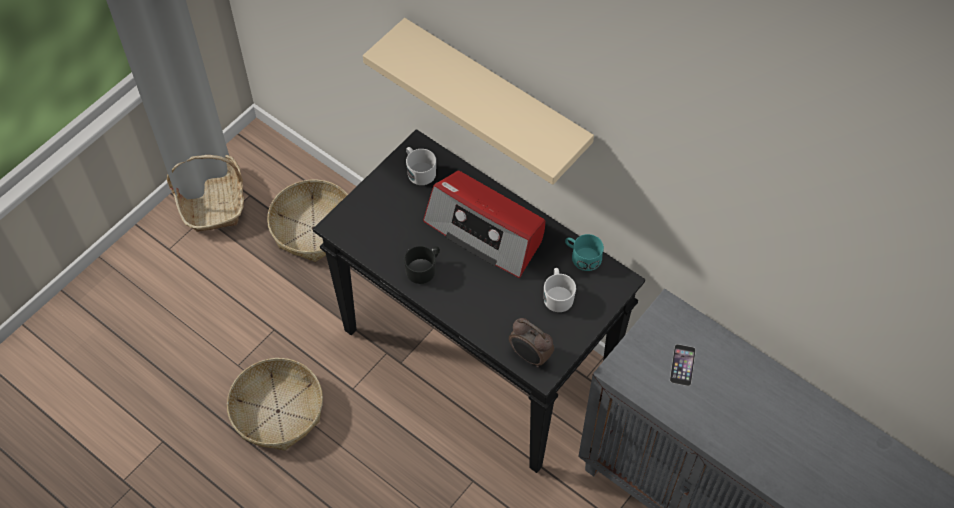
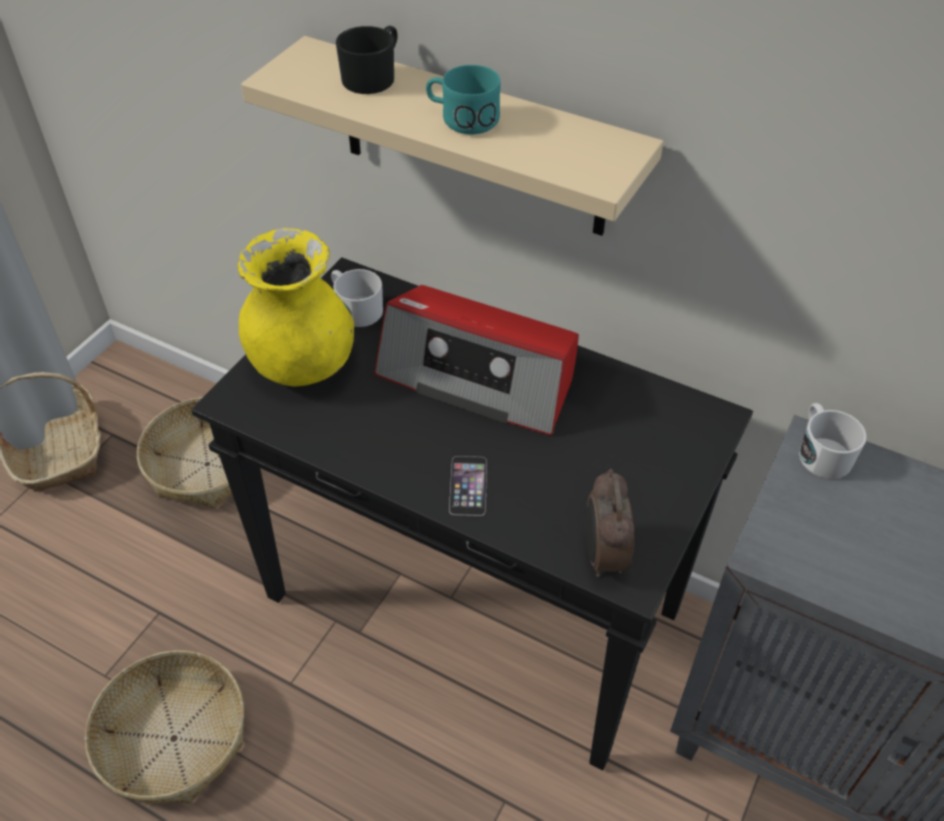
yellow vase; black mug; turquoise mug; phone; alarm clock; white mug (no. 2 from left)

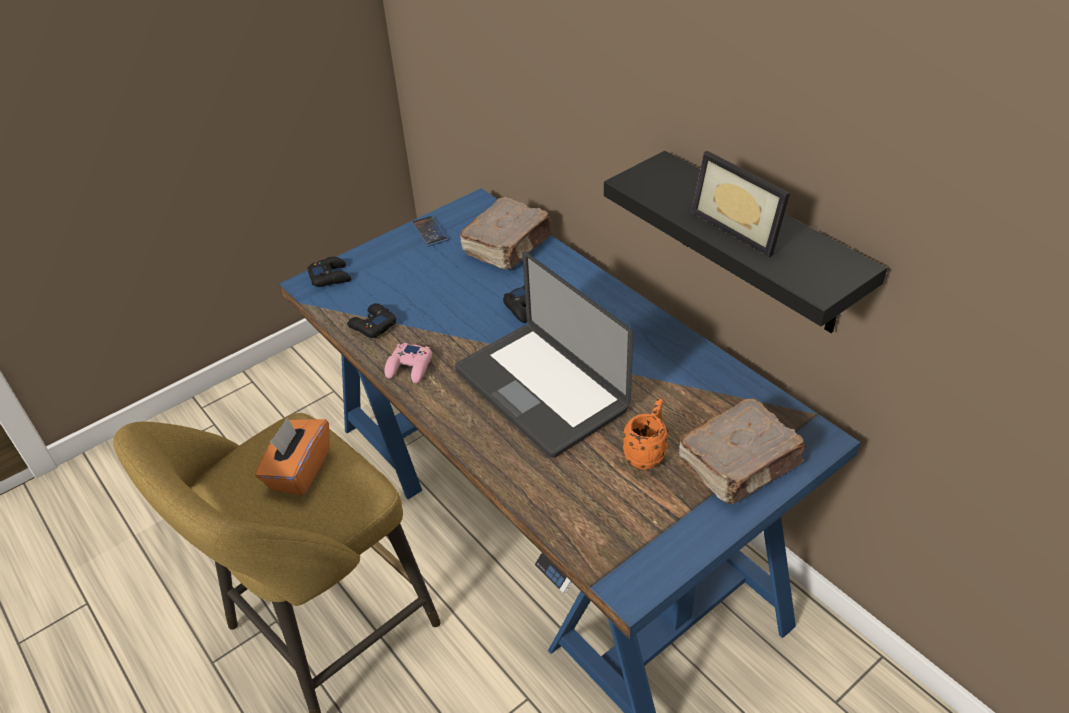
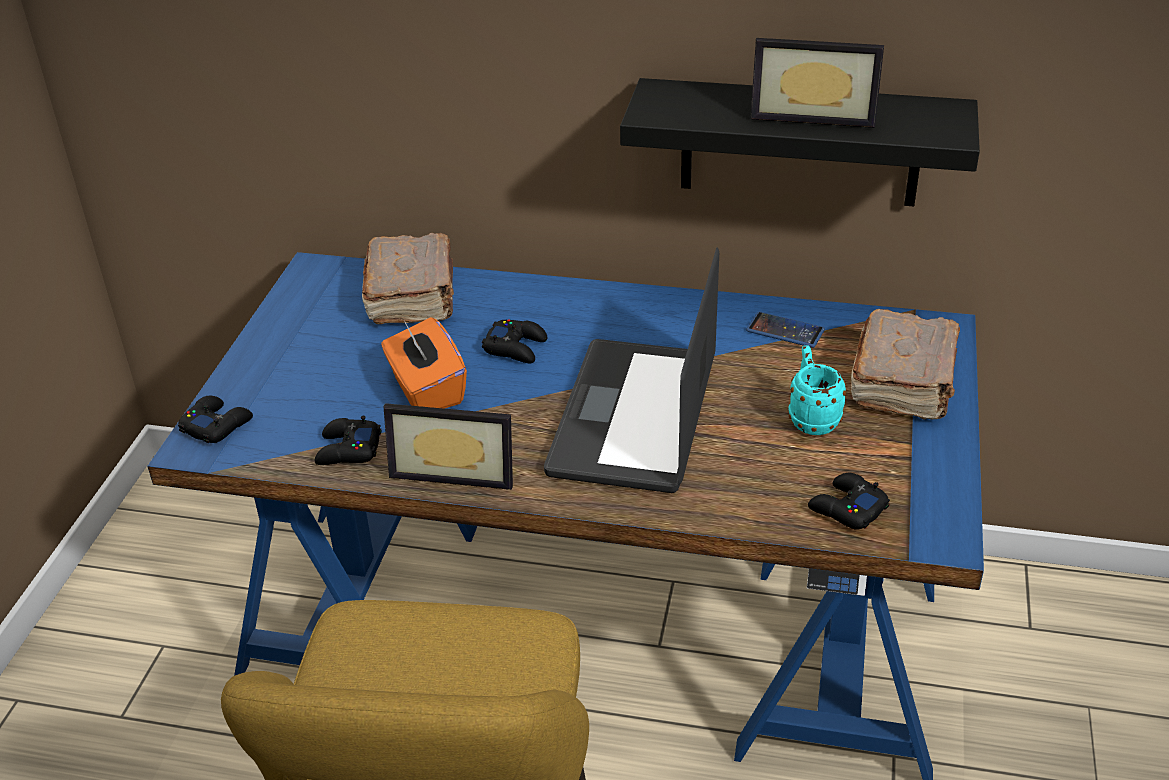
orange tissue box; picture frame (no. 1 from left); laptop; phone; turquoise mug; black game controller (no. 4 from left)

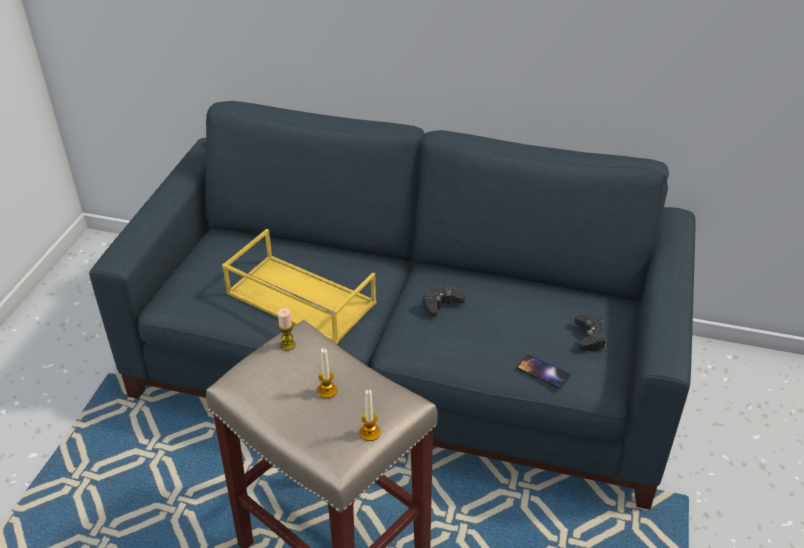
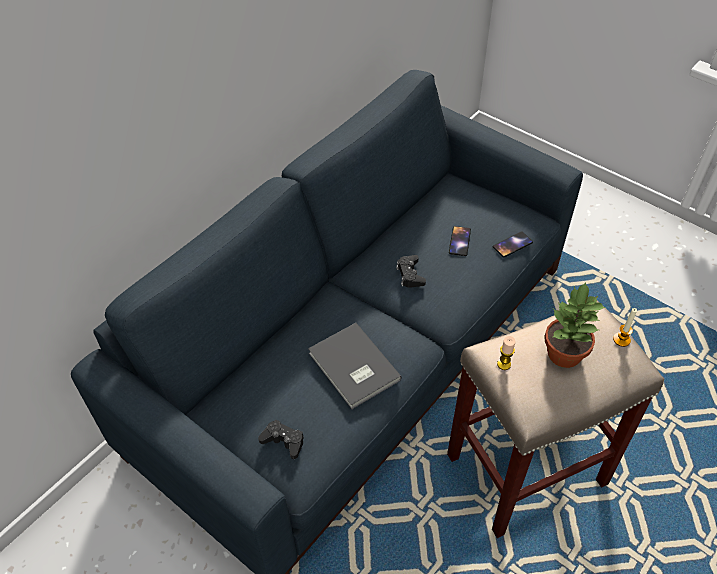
black game controller (no. 1 from left); grey book; phone (no. 1 from left); potted plant

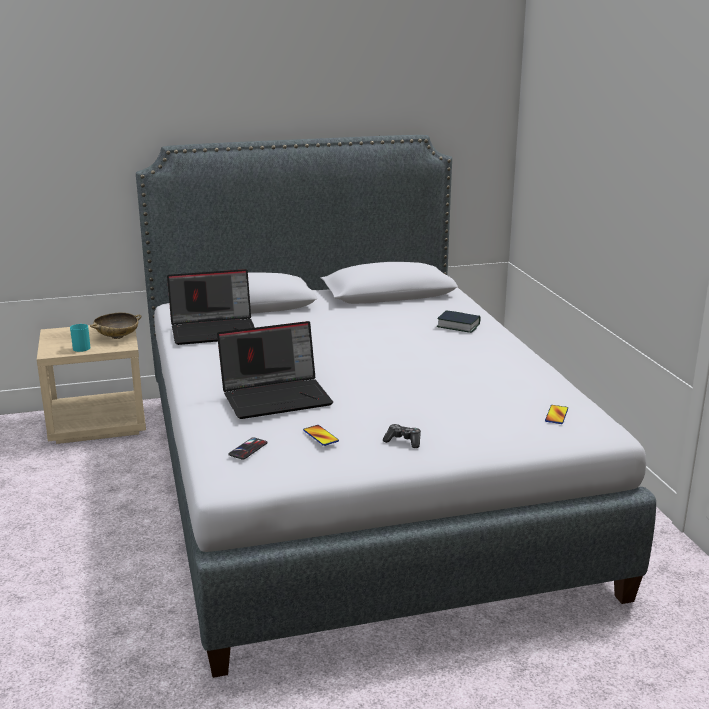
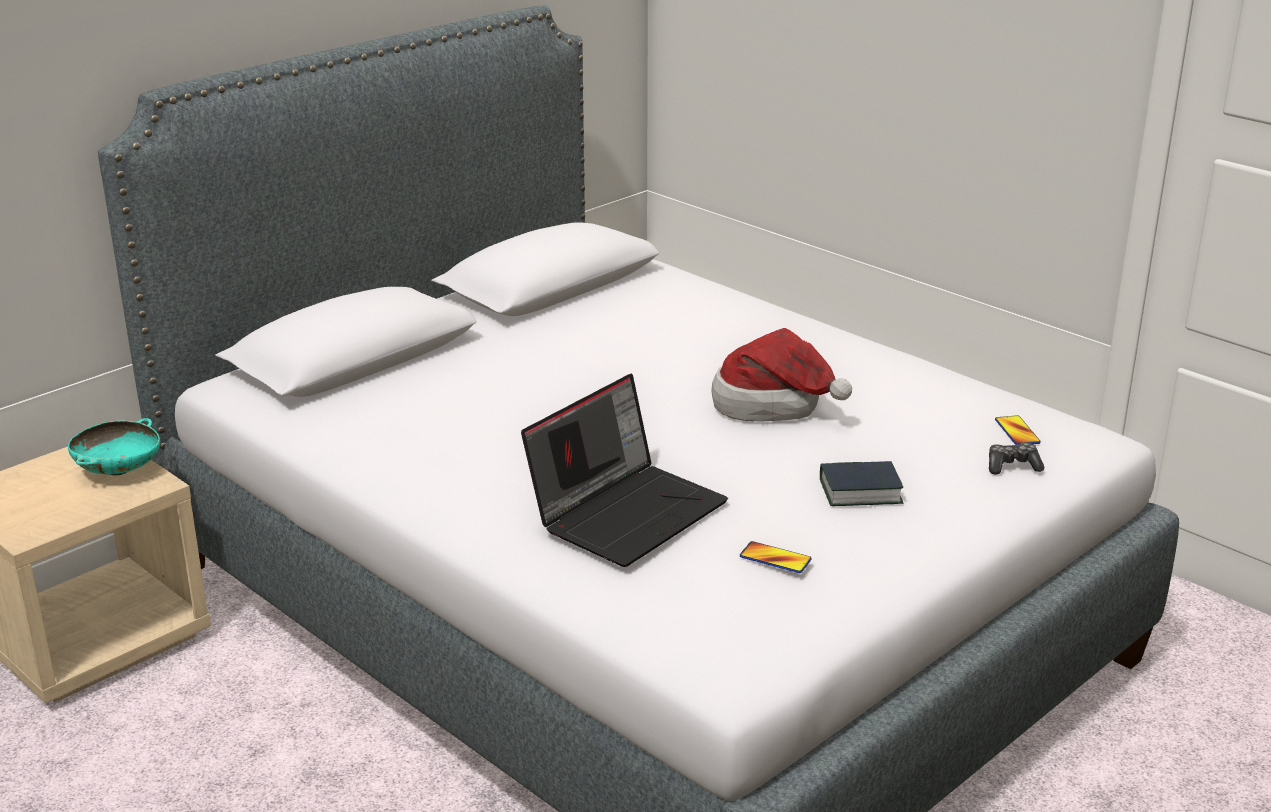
turquoise bowl; hat; book; game controller; turquoise mug; laptop (no. 1 from left in the first image); phone (no. 1 from left in the first image)

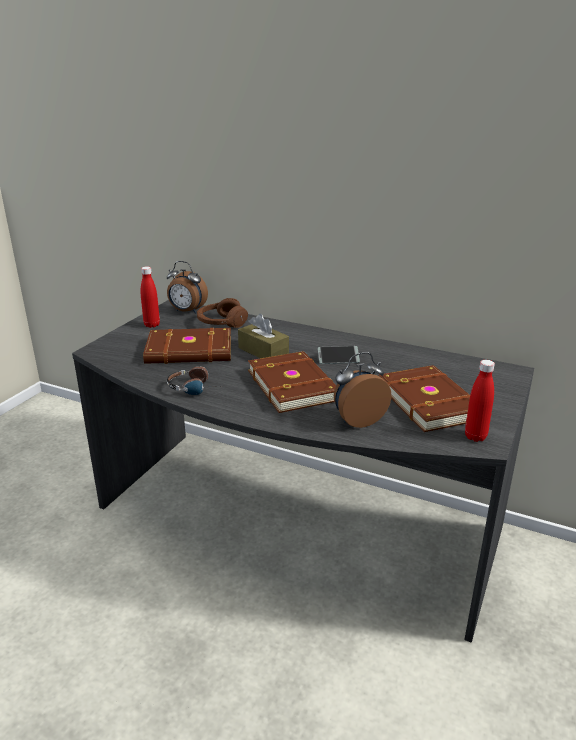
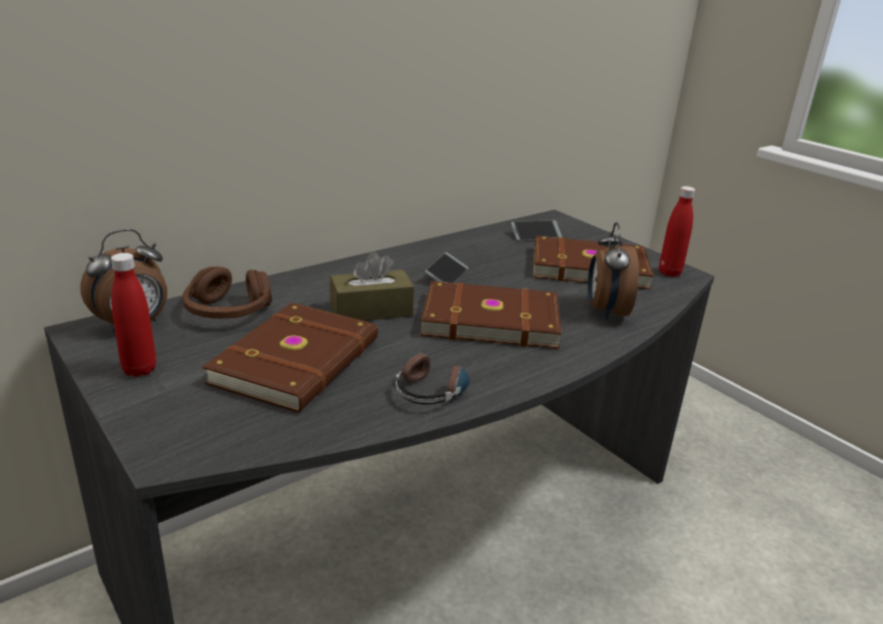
phone (no. 2 from left)

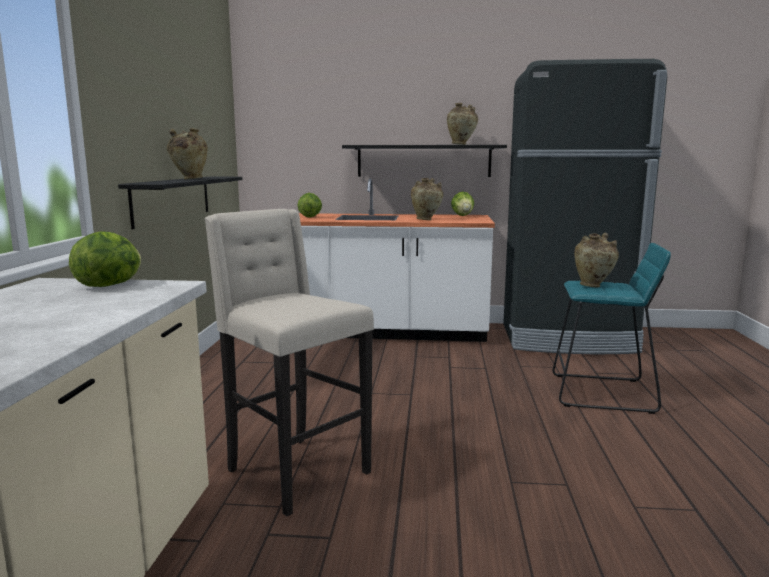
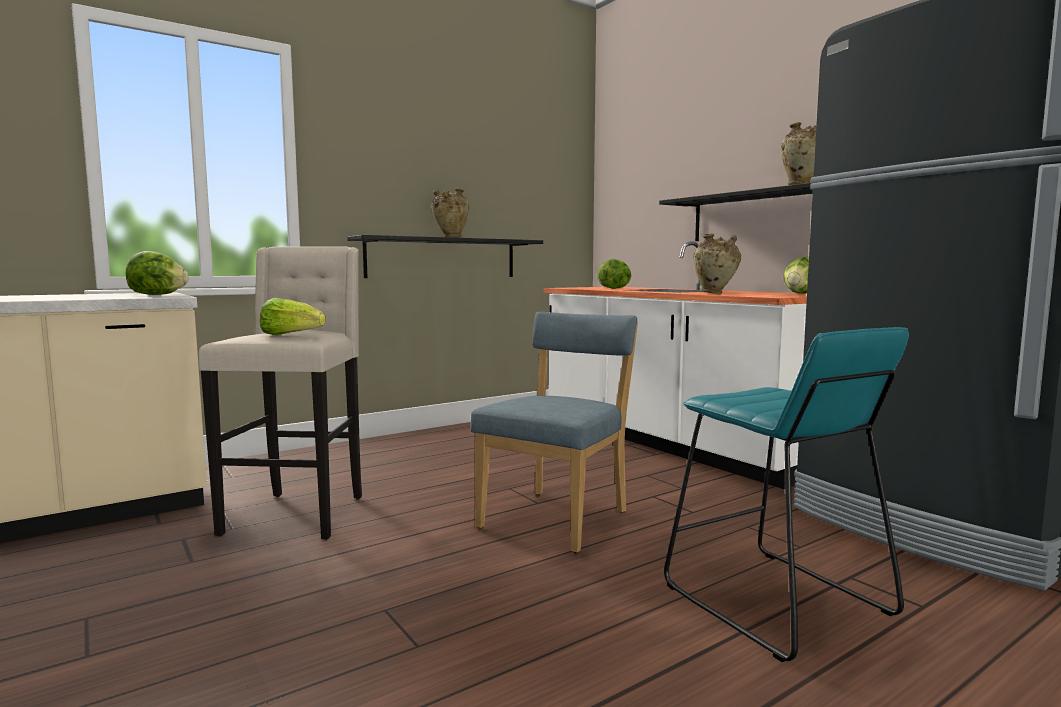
lettuce (no. 2 from left); blue chair; beige vase (no. 4 from left in the first image)

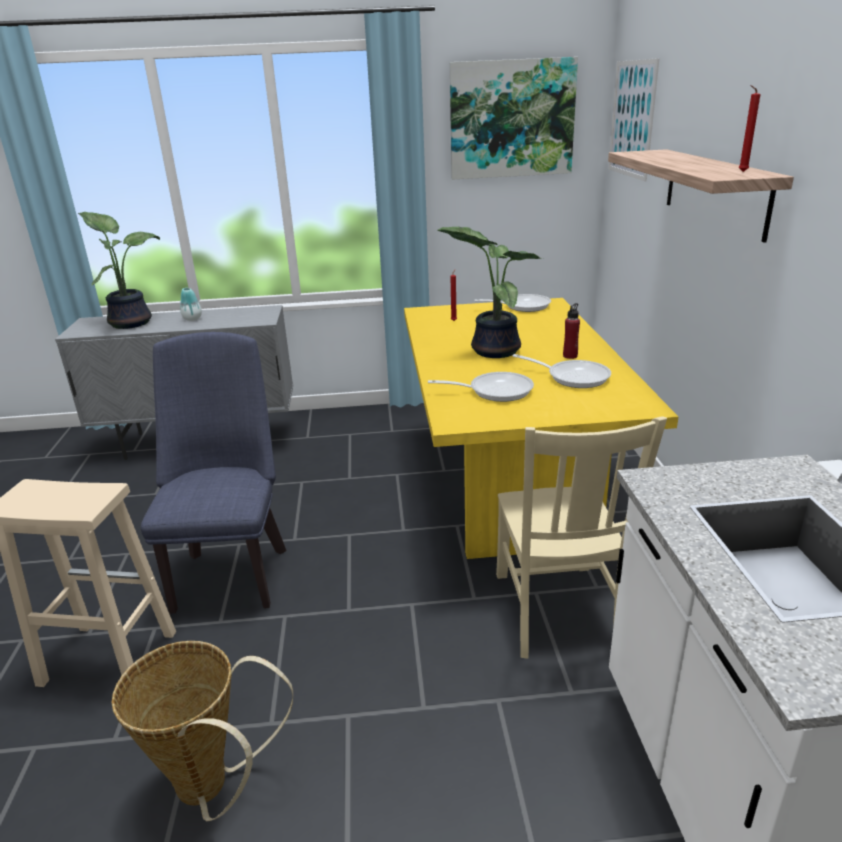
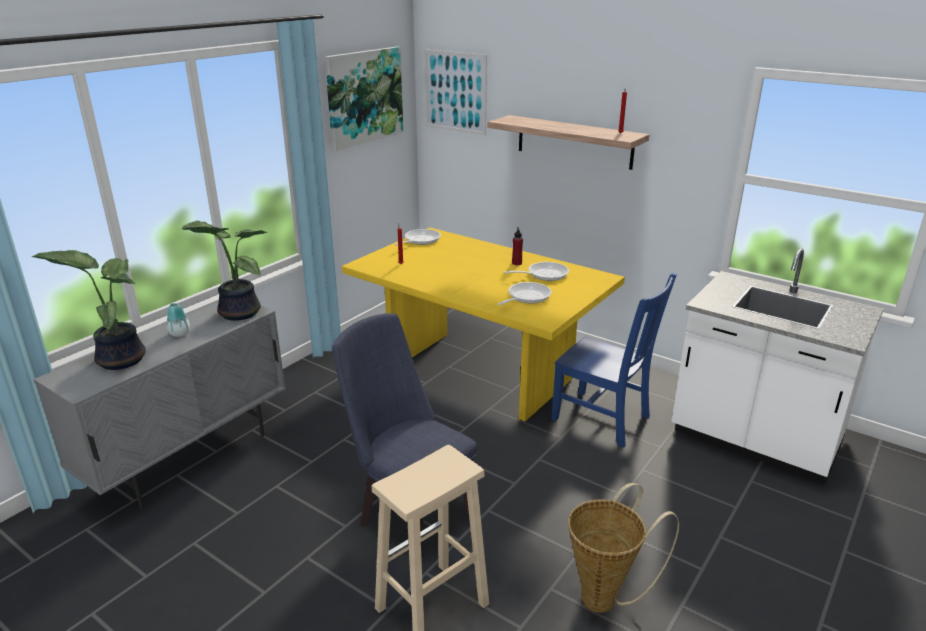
potted plant (no. 2 from left); blue chair (no. 2 from left)

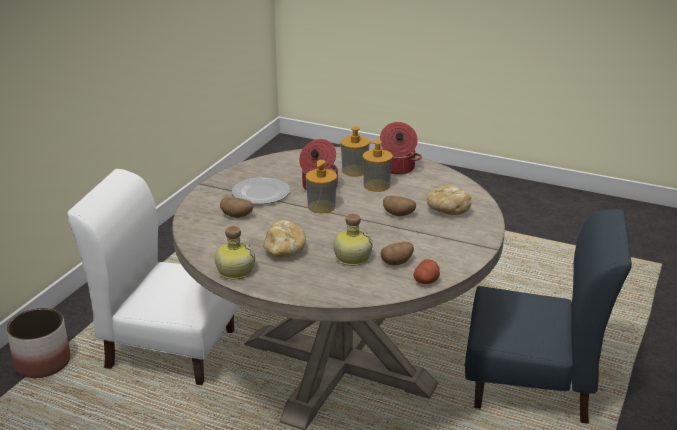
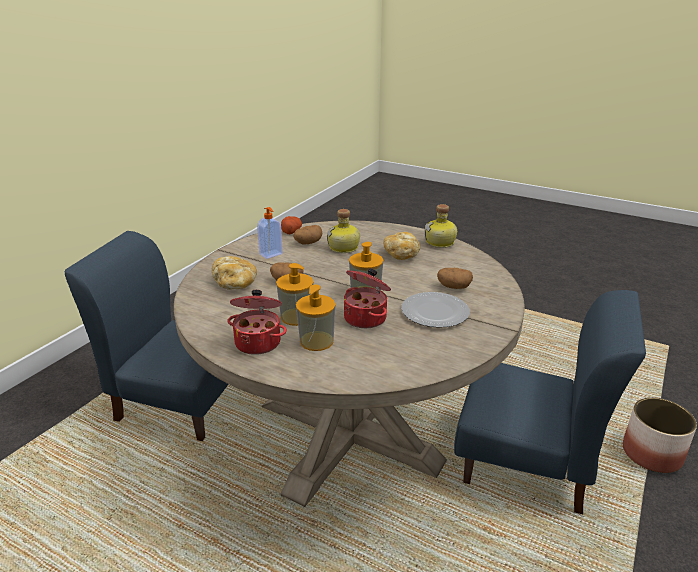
soap dispenser (no. 1 from left); blue chair (no. 2 from left)

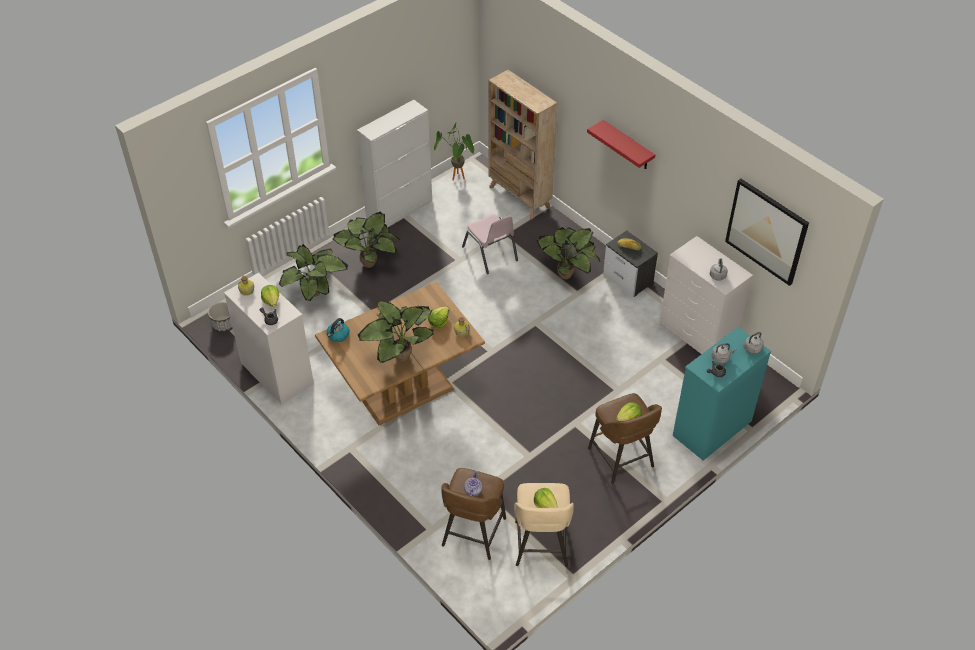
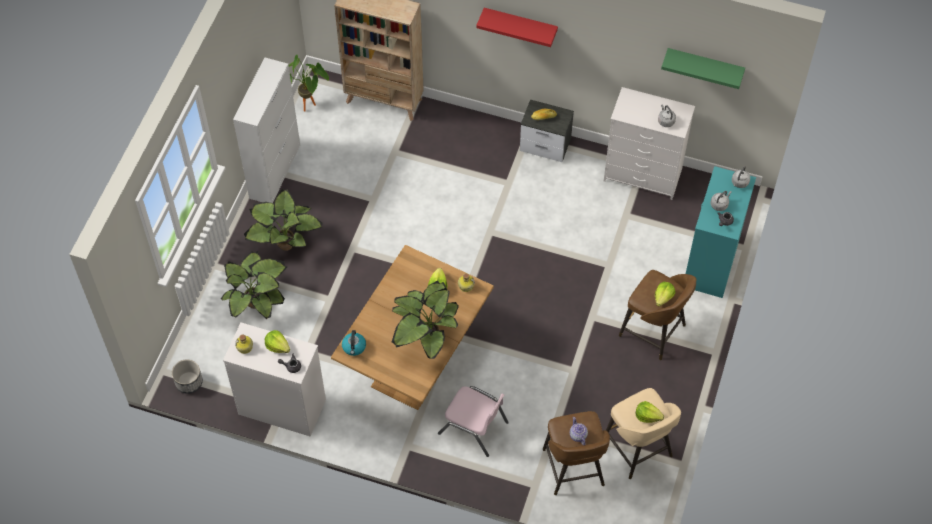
pink chair; green shelf; potted plant (no. 5 from left in the first image)

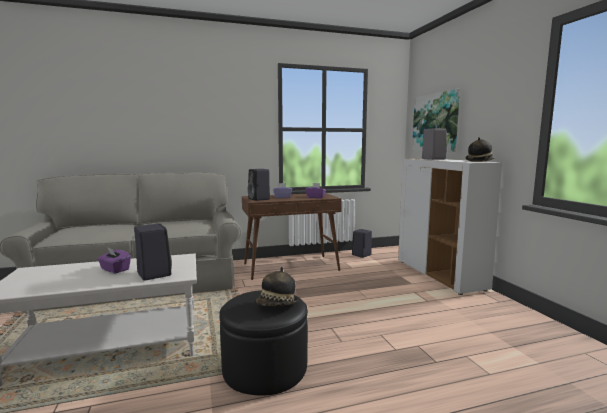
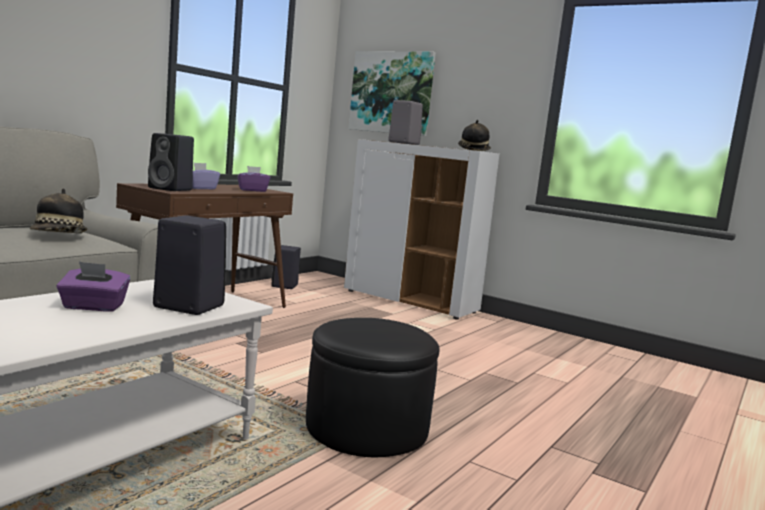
hat (no. 1 from left)

